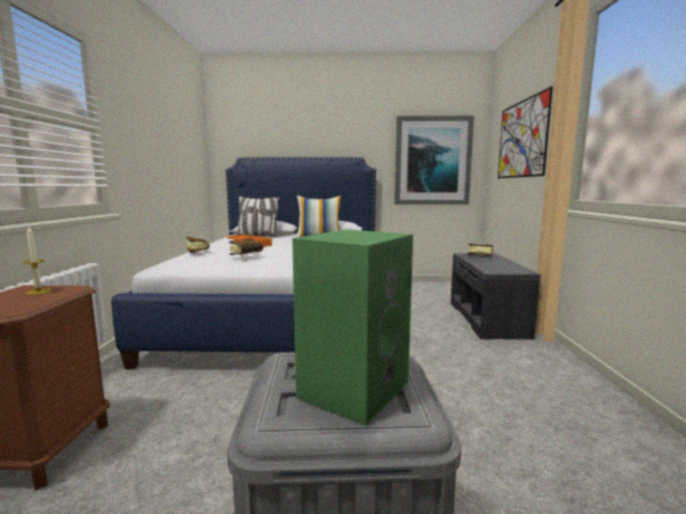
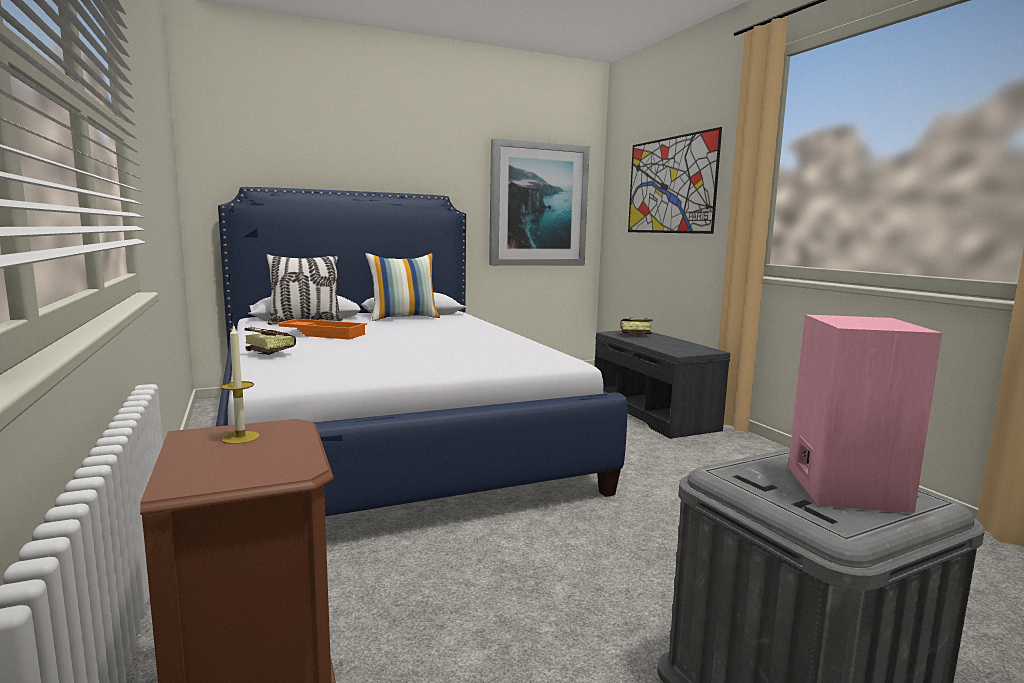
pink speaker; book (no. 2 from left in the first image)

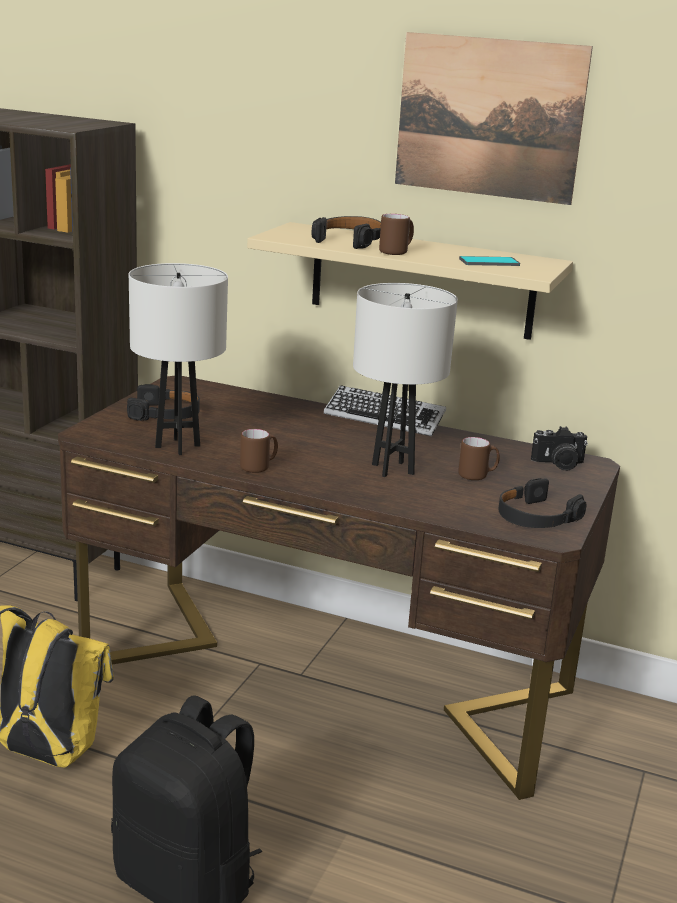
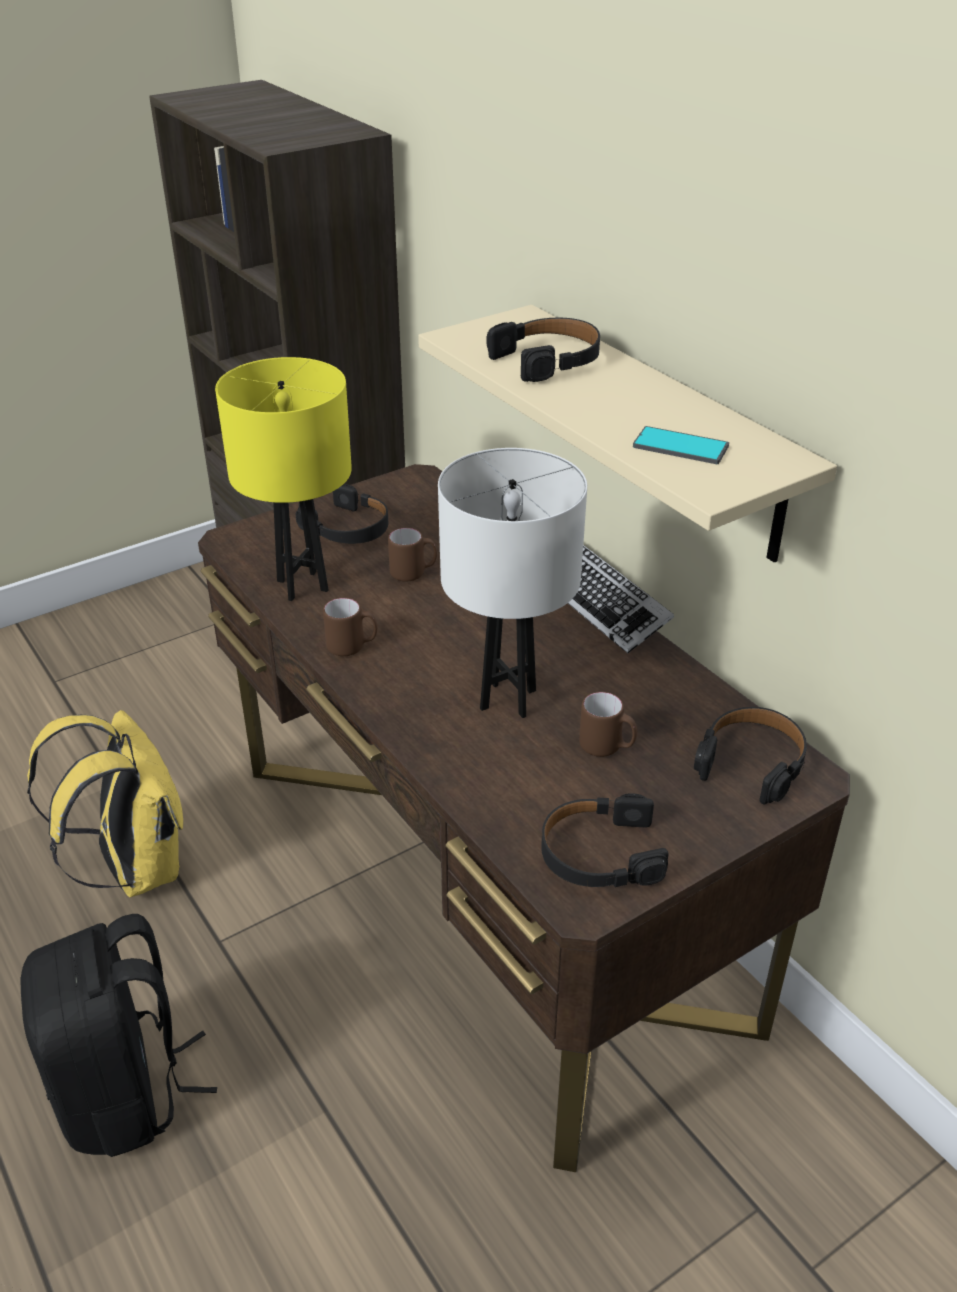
yellow table lamp; brown mug (no. 2 from left); black headphones (no. 4 from left); picture

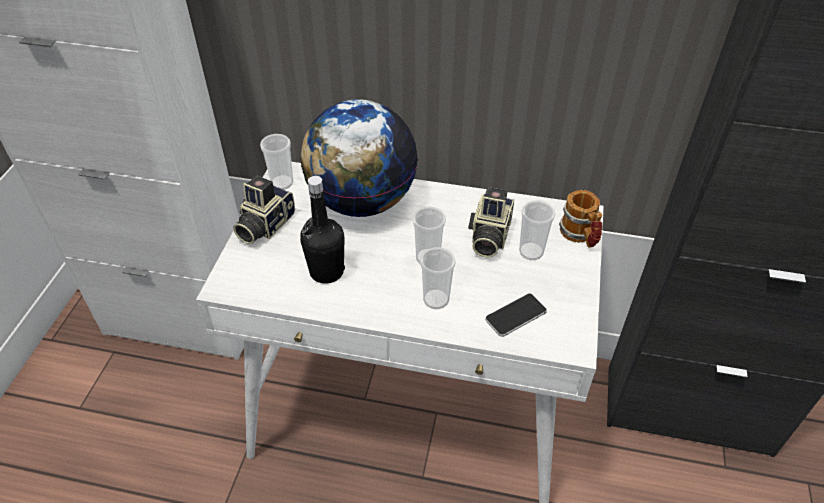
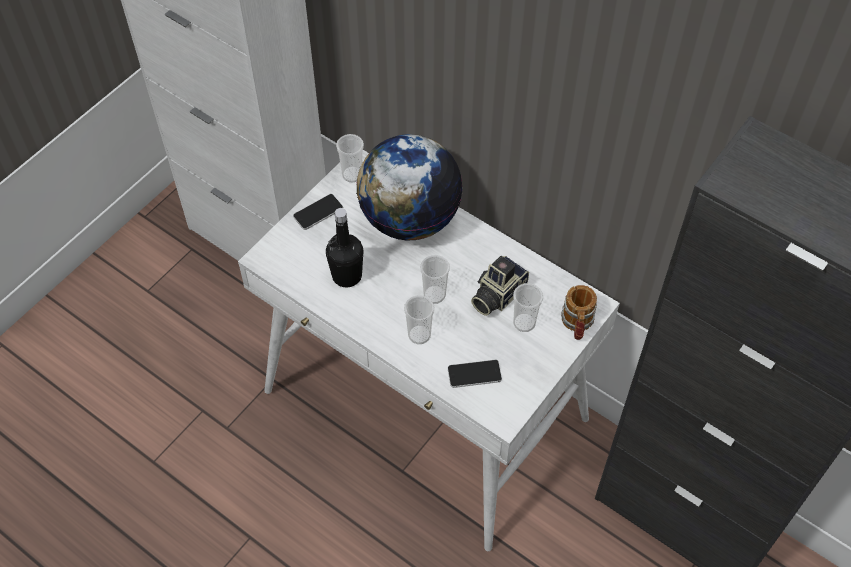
phone (no. 1 from left)

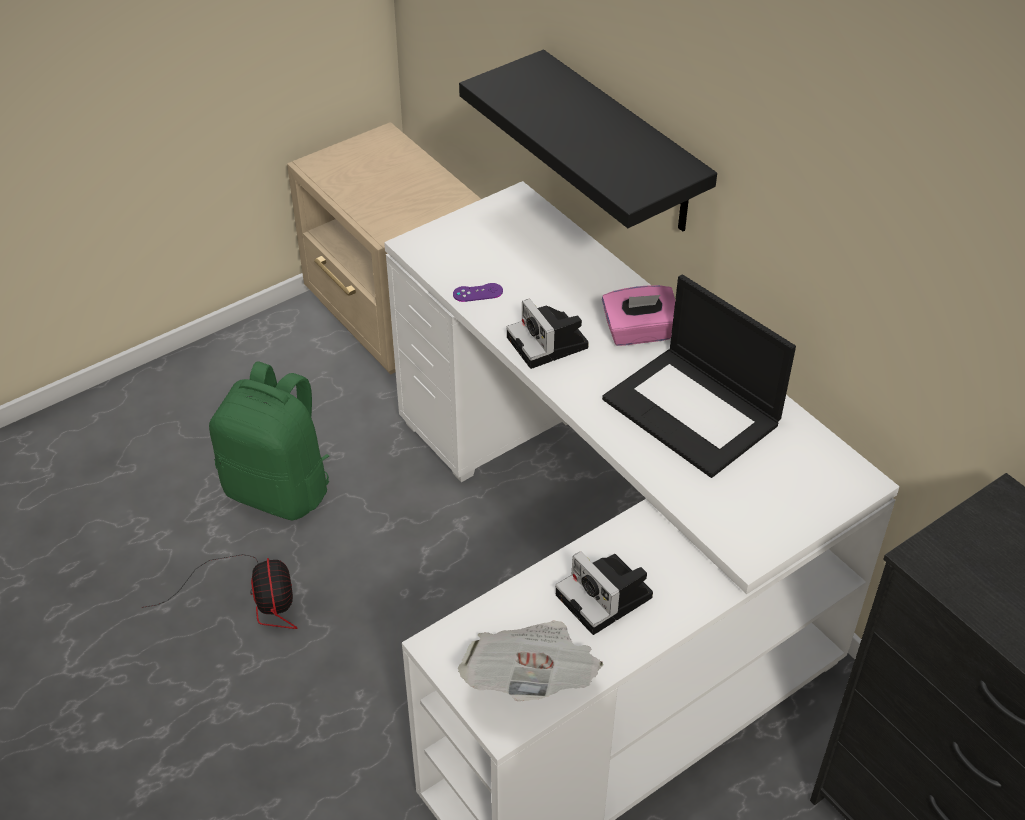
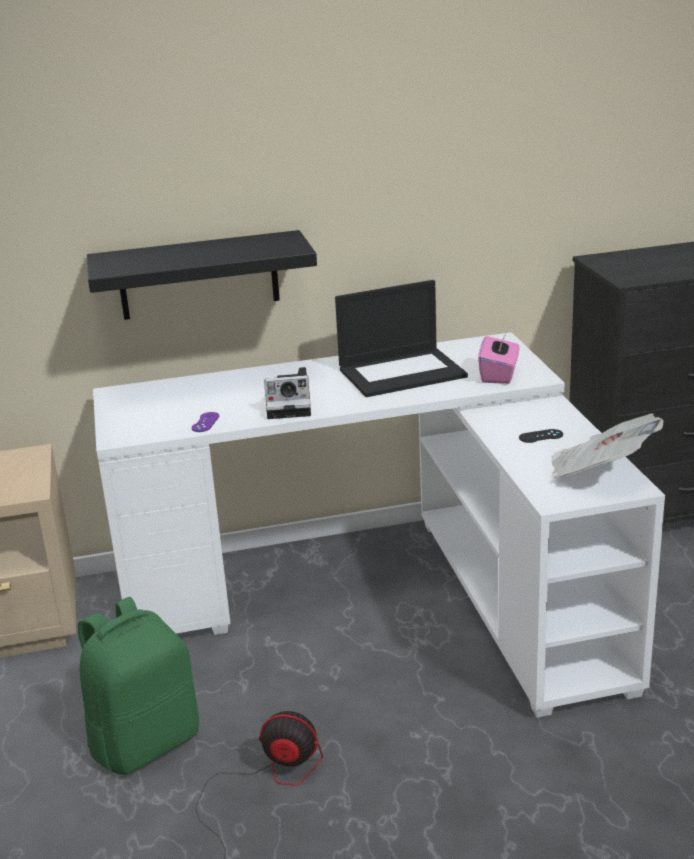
pink tissue box; black game controller

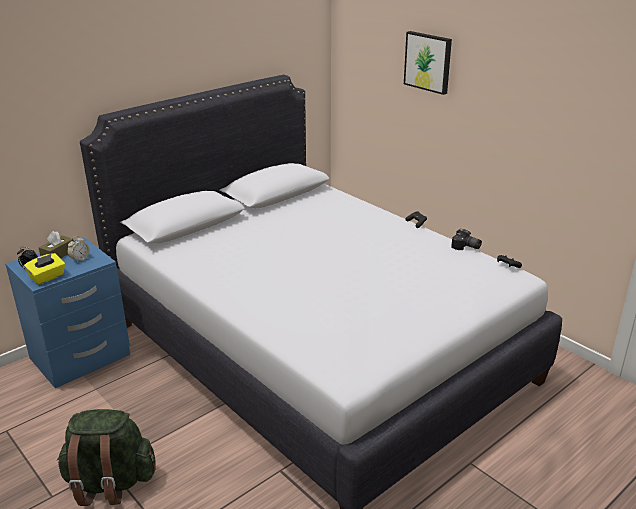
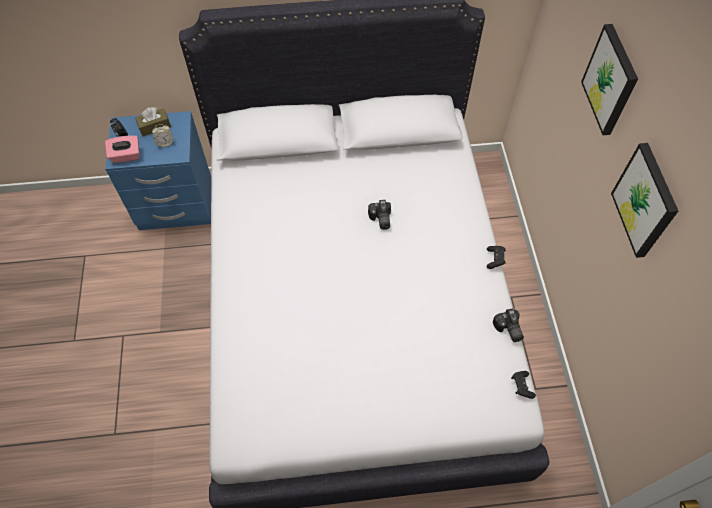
pink tissue box; photo camera (no. 1 from left); picture (no. 2 from left); green backpack

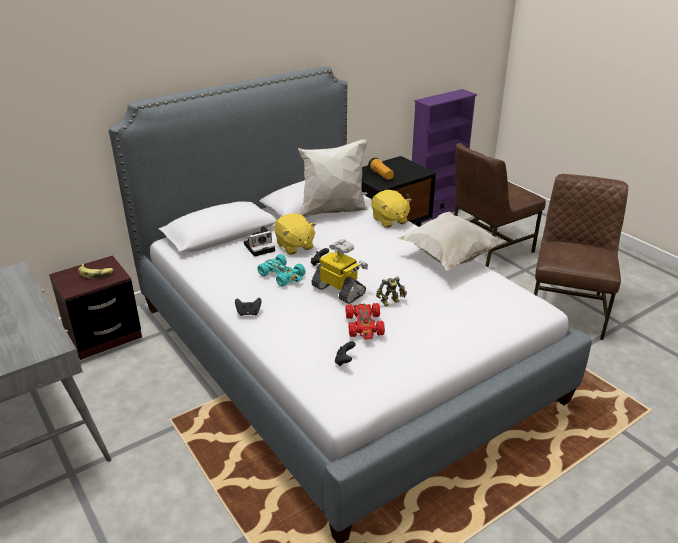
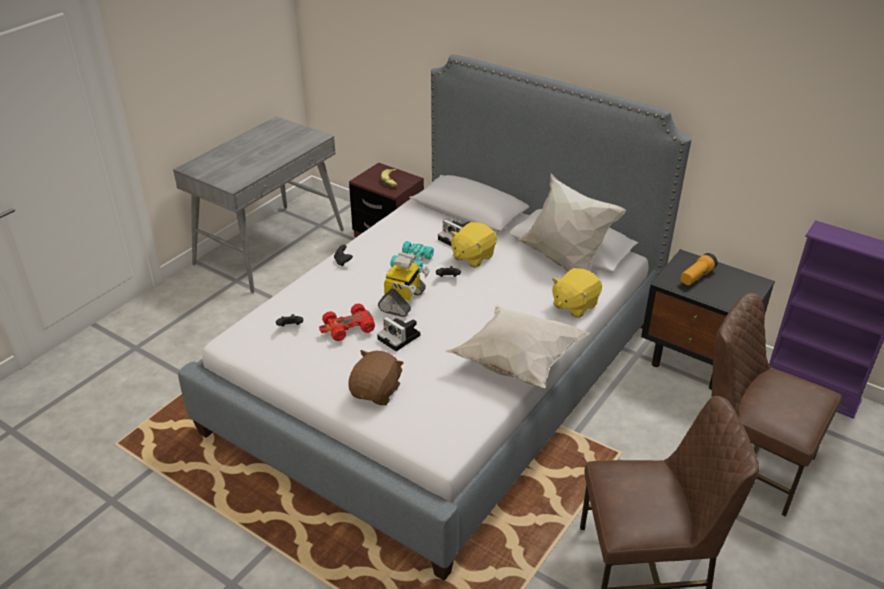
brown plush toy; photo camera (no. 1 from left)

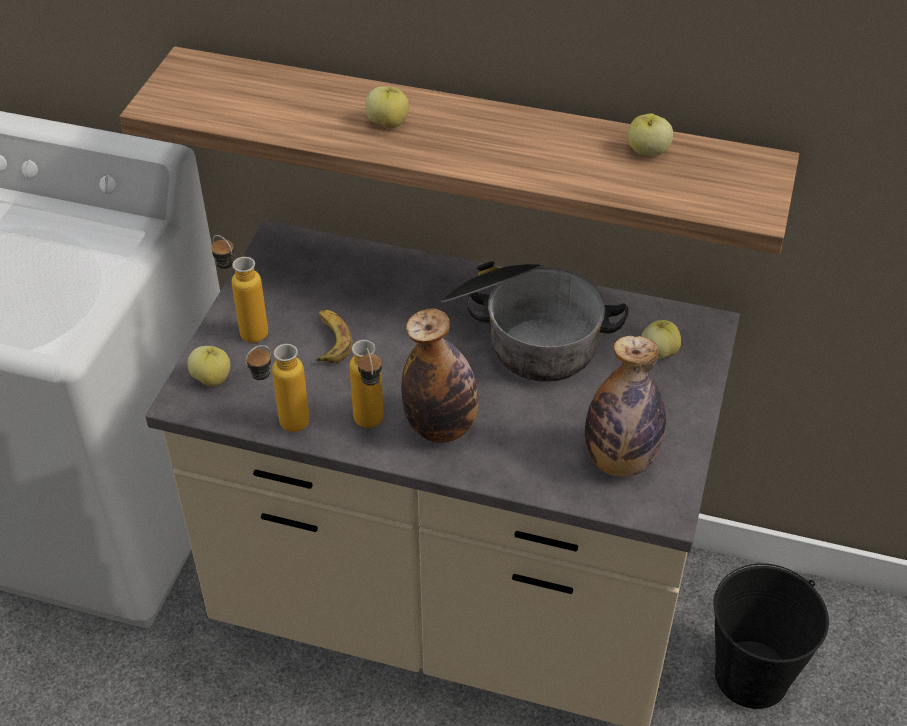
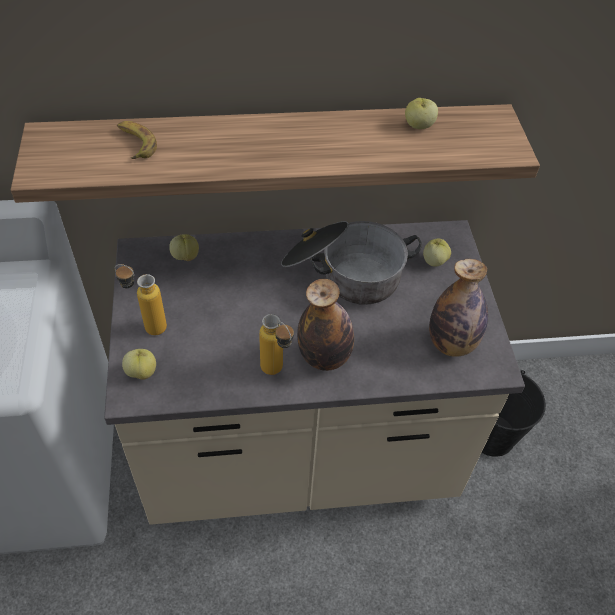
banana; apple (no. 2 from left); bottle (no. 2 from left in the first image)

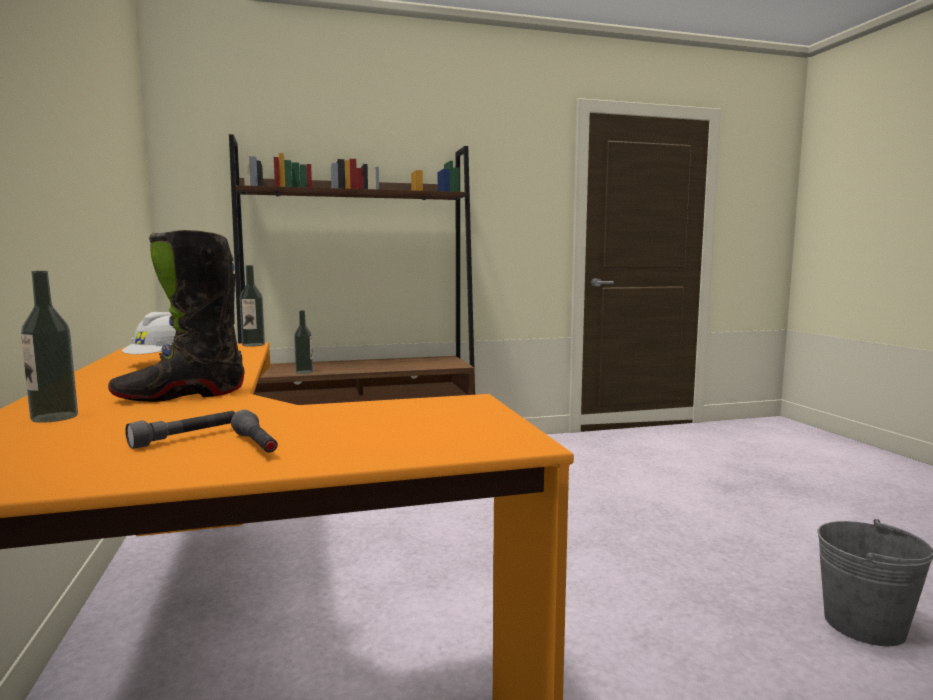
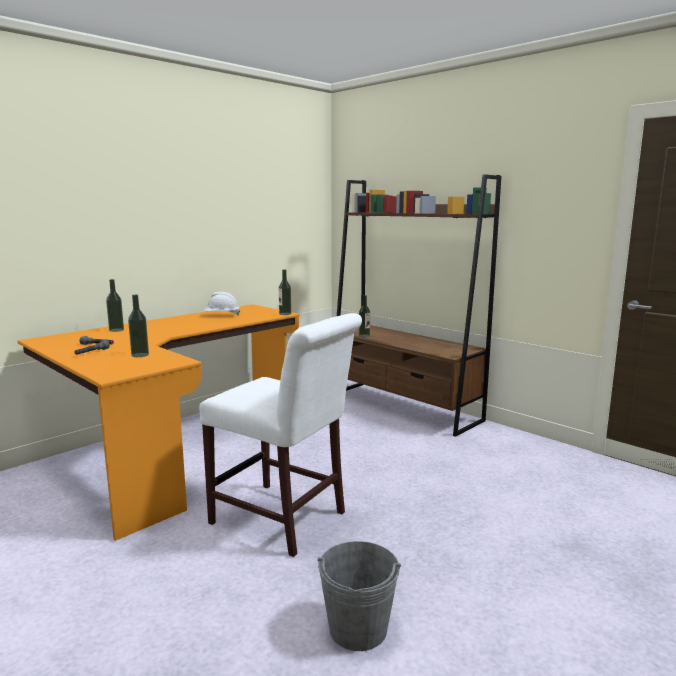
bottle (no. 2 from left); white chair; black boot

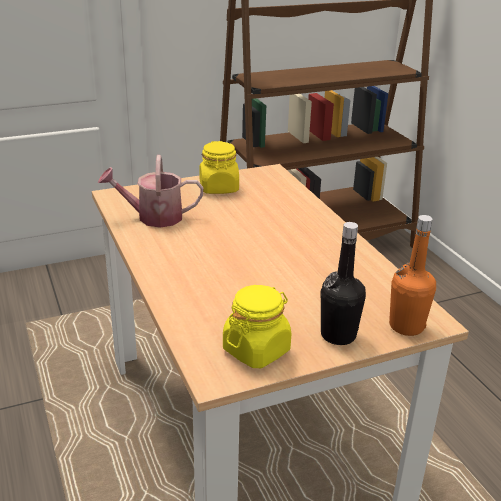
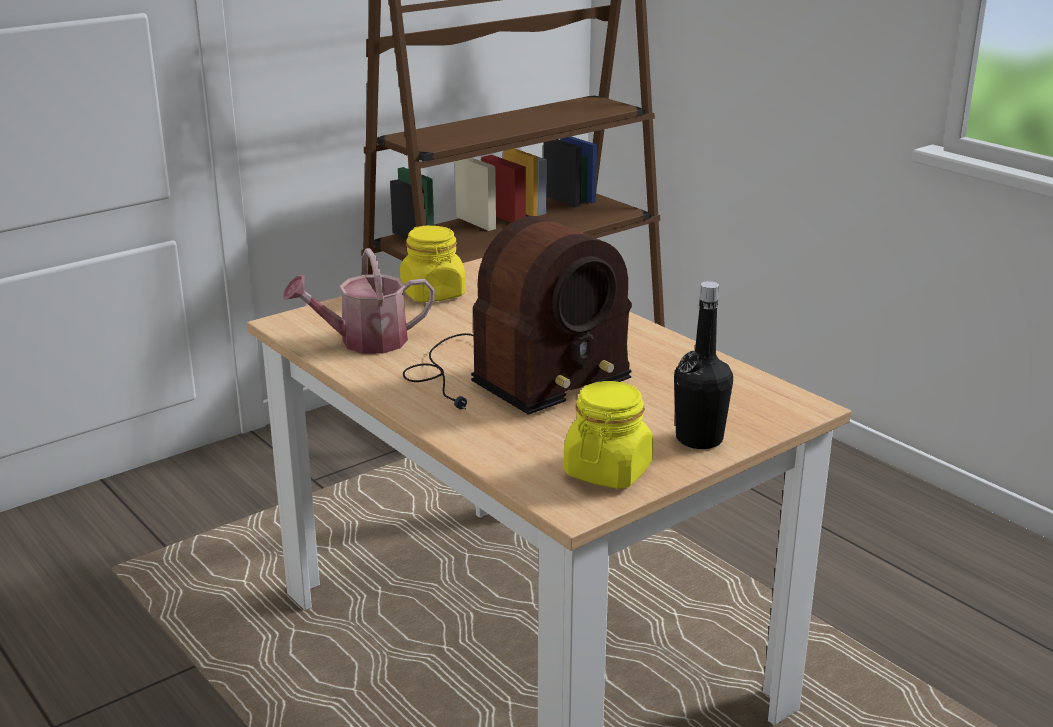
radio; orange bottle

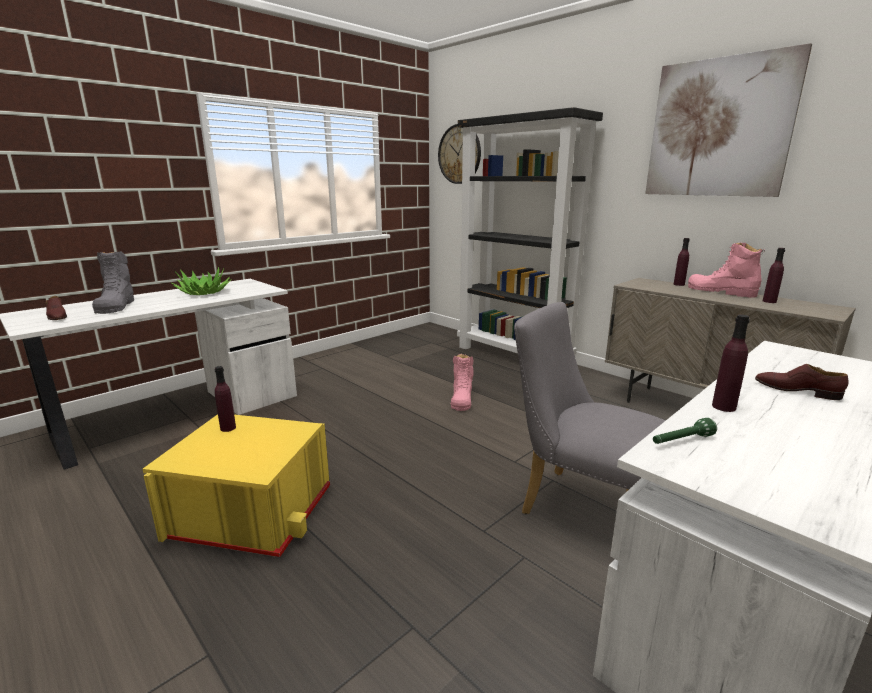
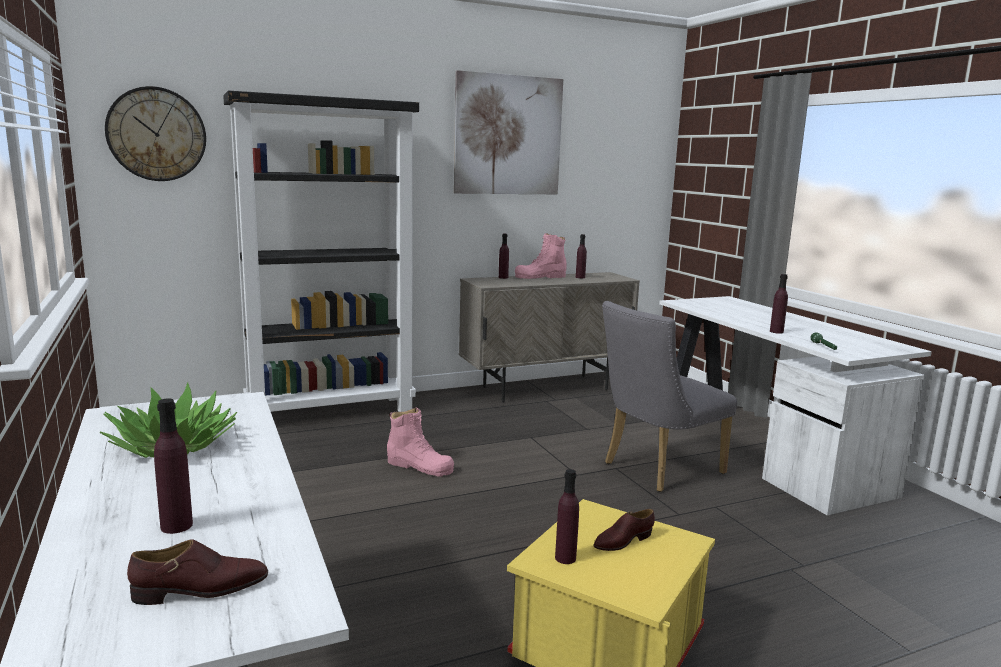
purple bottle (no. 1 from left); brown shoe (no. 2 from left)

